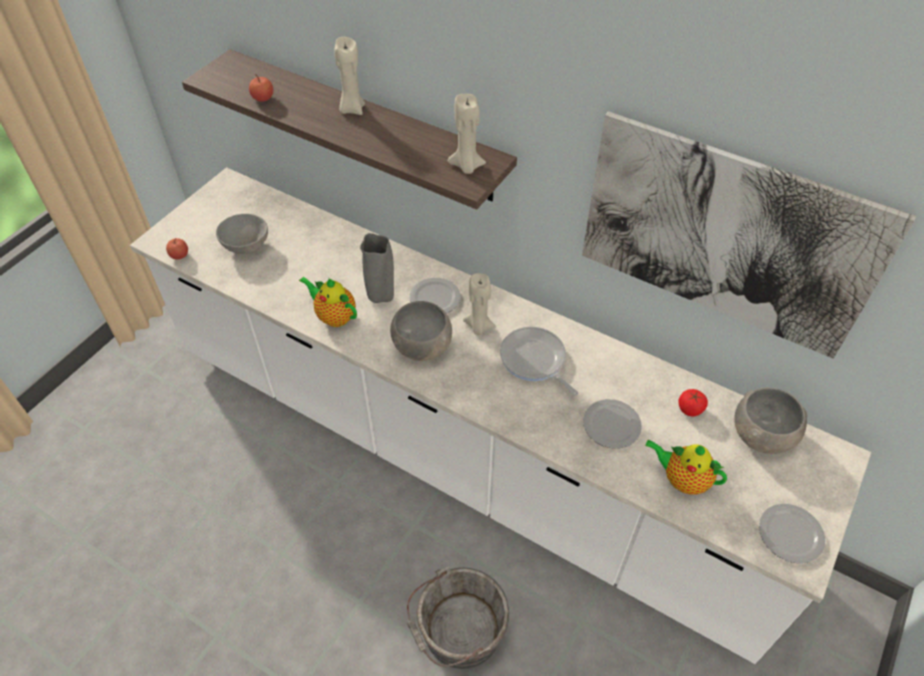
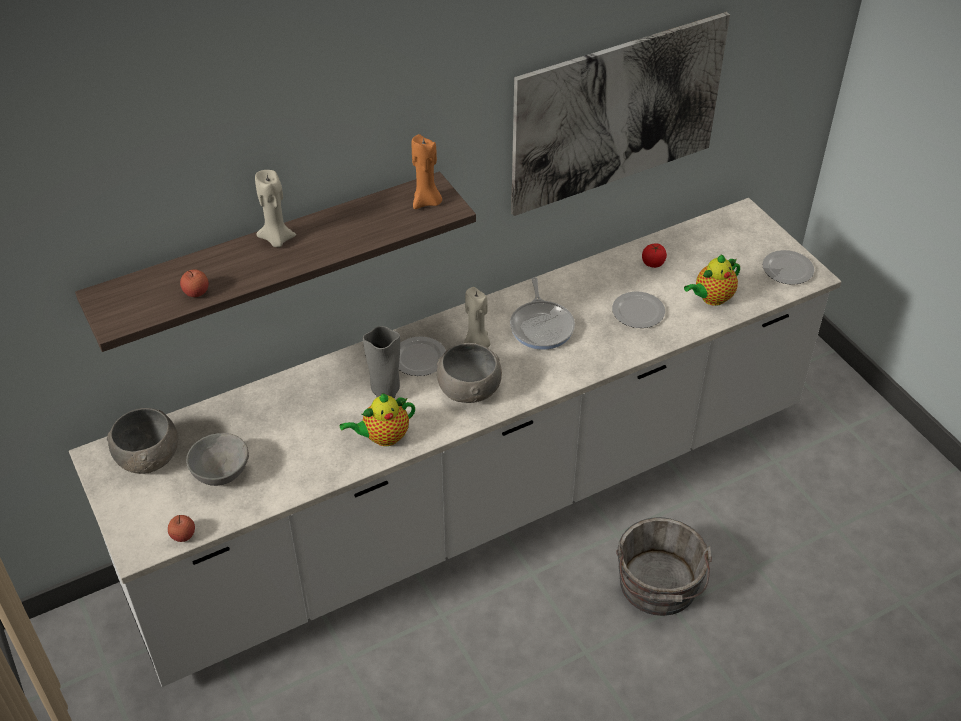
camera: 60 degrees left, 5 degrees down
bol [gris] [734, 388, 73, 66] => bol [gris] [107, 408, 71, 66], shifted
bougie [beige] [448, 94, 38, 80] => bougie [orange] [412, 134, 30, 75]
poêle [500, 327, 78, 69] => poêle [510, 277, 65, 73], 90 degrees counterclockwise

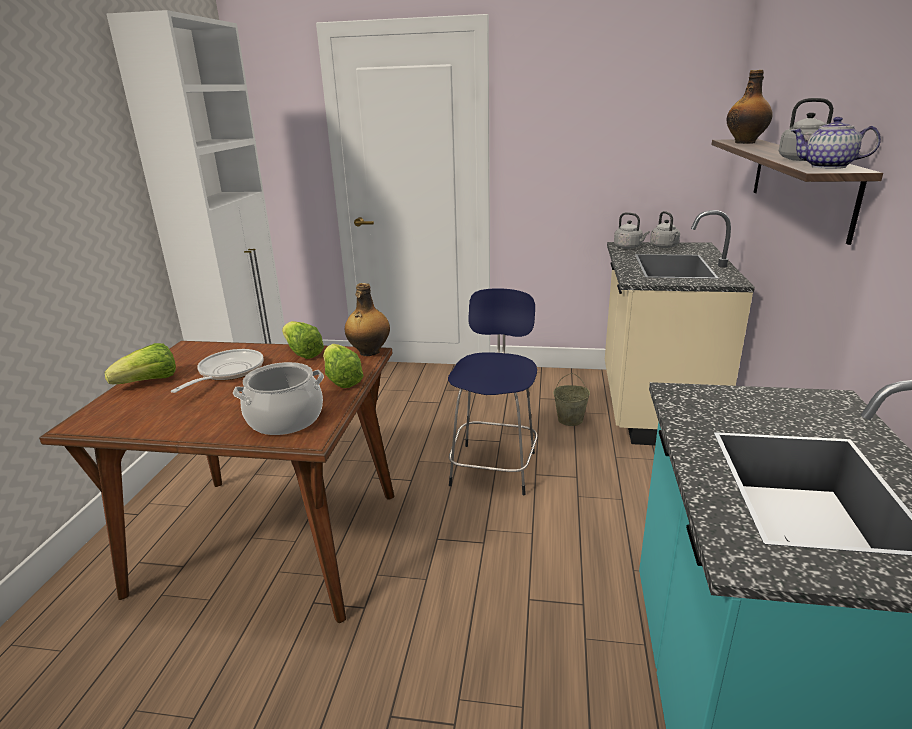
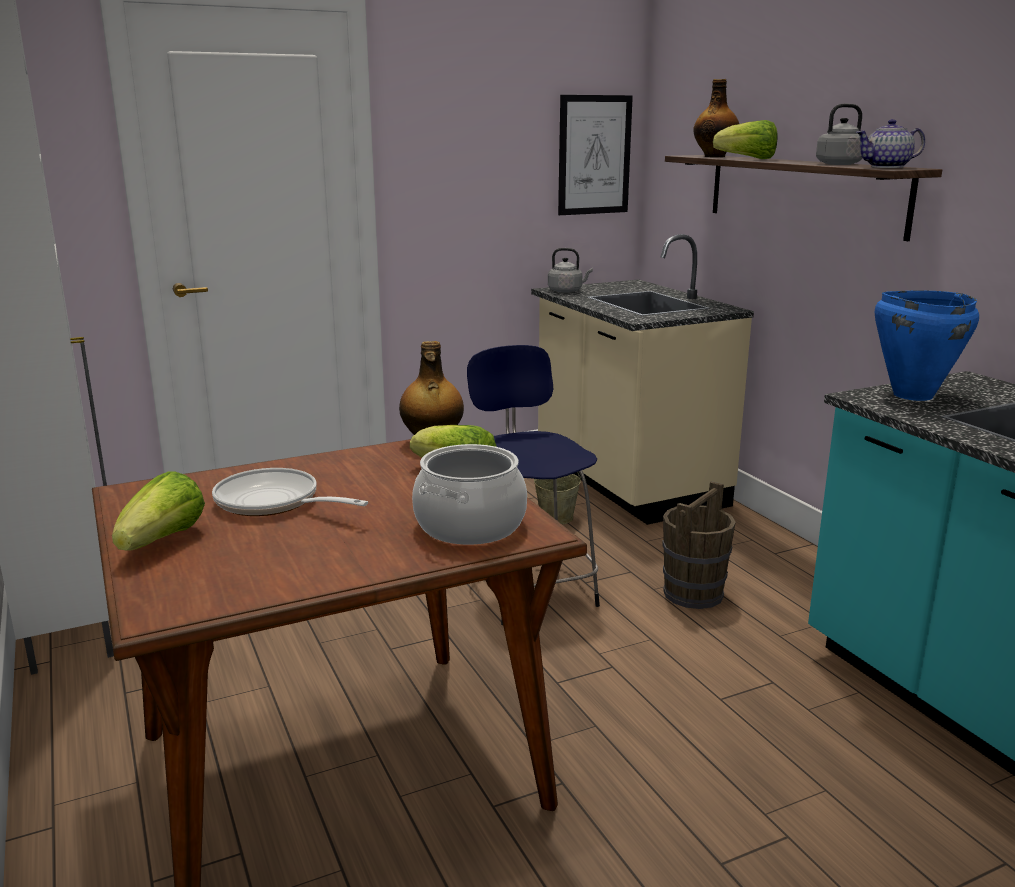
camera: 35 degrees left, 5 degrees down
bouilloire [gris] [650, 211, 30, 37] => nothing
nothing => tableau [558, 95, 75, 120]
nothing => seau [marron] [662, 481, 74, 128]
nothing => marmite [bleu] [875, 291, 104, 110]
laitue [282, 321, 42, 38] => laitue [713, 120, 65, 39], shifted
poêle [171, 349, 93, 44] => poêle [212, 468, 156, 48], 45 degrees counterclockwise

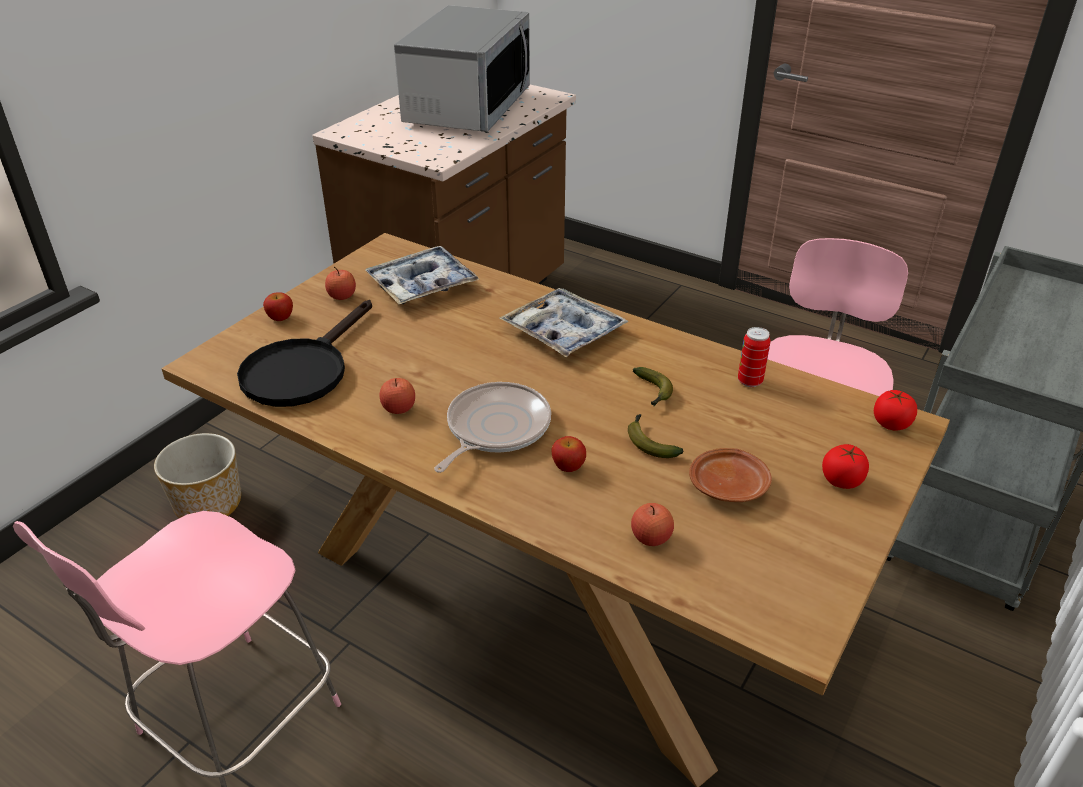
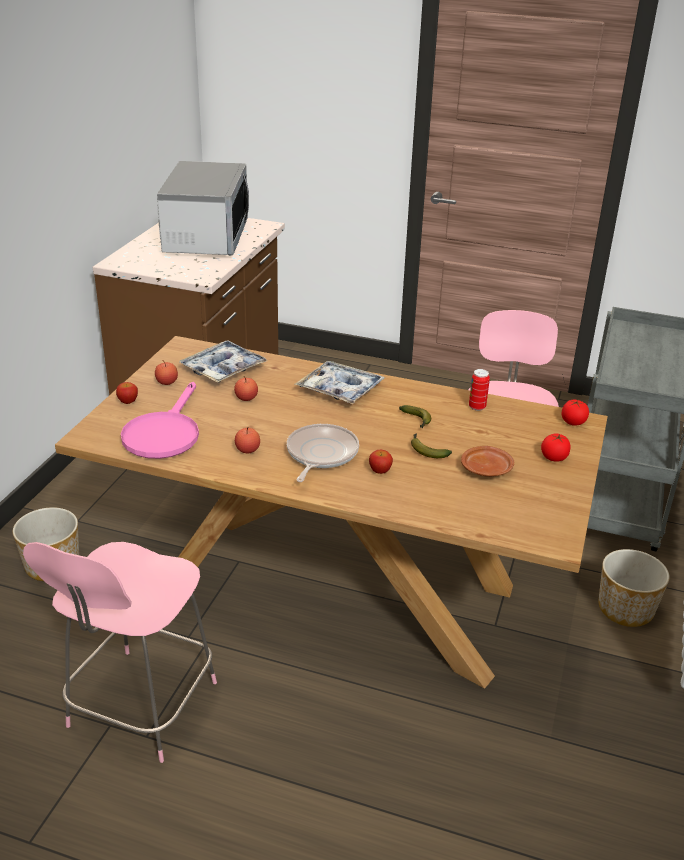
camera: 15 degrees left, 5 degrees down
nothing => cache-pot [598, 549, 72, 78]
pomme [631, 503, 43, 43] => pomme [234, 376, 24, 25], shifted
poêle [noir] [237, 300, 135, 107] => poêle [rose] [121, 382, 78, 77]

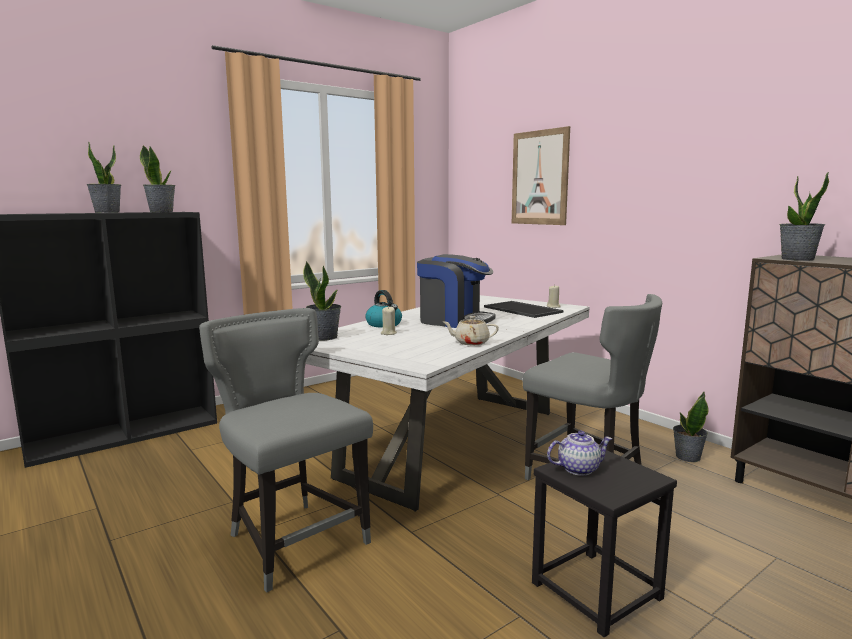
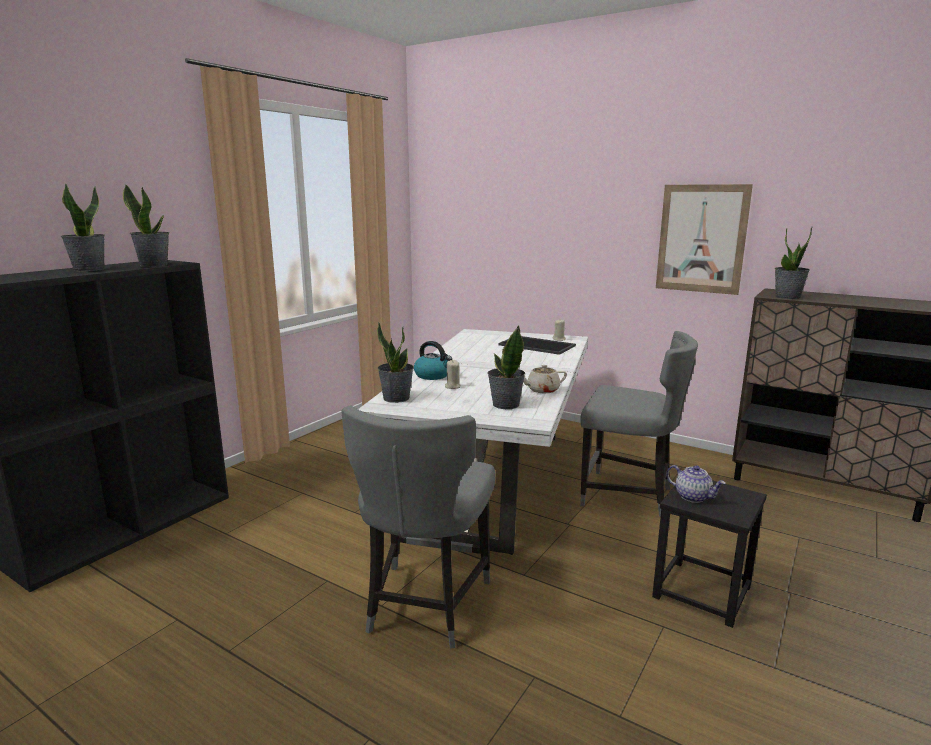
camera: 20 degrees left, 5 degrees up
machine à café [417, 254, 79, 74] => nothing
tableau [512, 126, 58, 99] => tableau [656, 184, 97, 111], shifted
plante en pot [673, 392, 35, 70] => plante en pot [487, 325, 38, 84], shifted
chaise [gris] [199, 308, 174, 285] => chaise [gris] [341, 406, 154, 242], 105 degrees counterclockwise
théière [547, 431, 65, 45] => théière [666, 465, 60, 38], 75 degrees clockwise

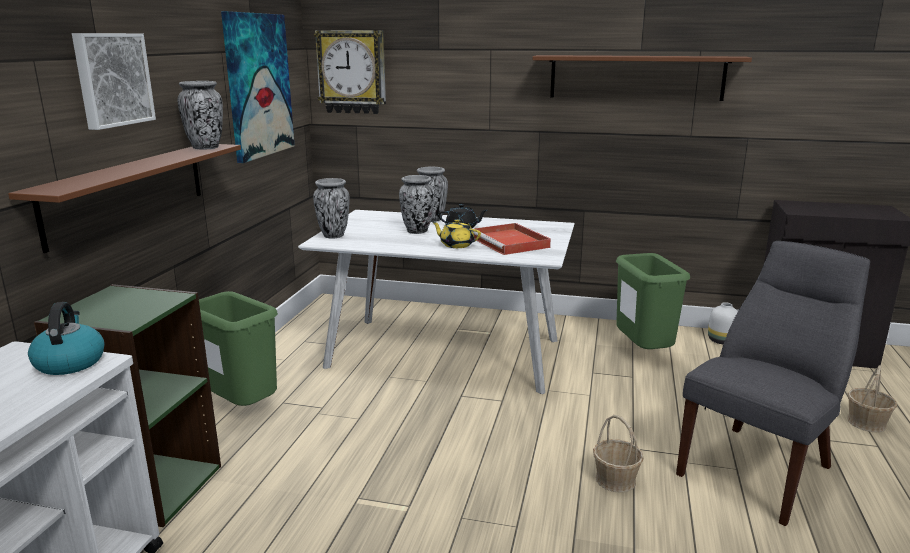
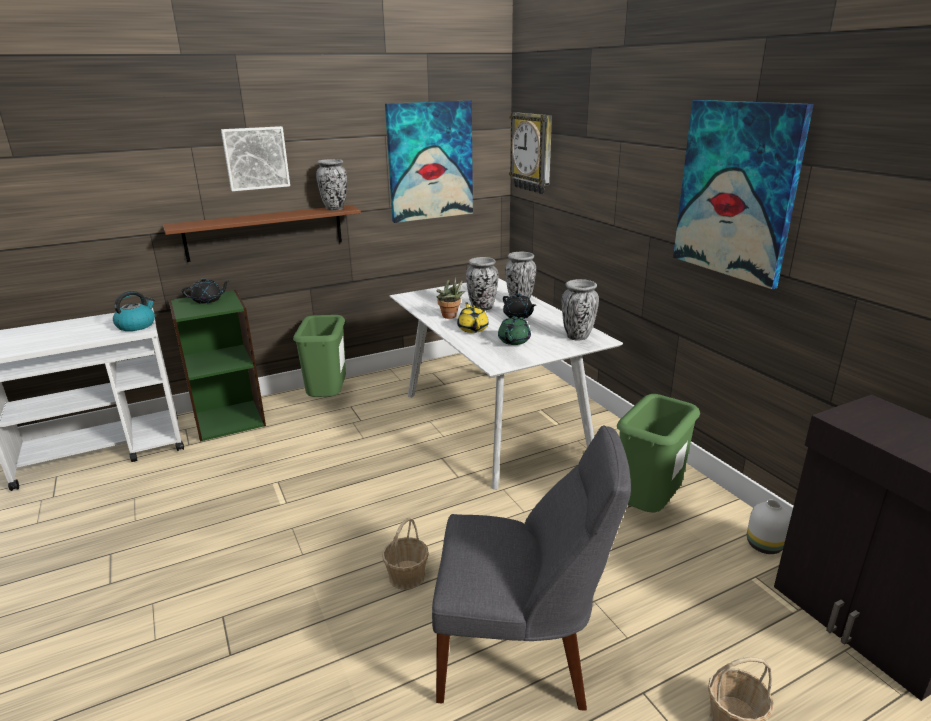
camera: 50 degrees right, 5 degrees up
nothing => théière [noir] [182, 278, 48, 26]
nothing => plante en pot [436, 277, 29, 42]
vase [313, 178, 37, 61] => vase [562, 279, 37, 62], shifted
plateau [rouge] [473, 223, 78, 32] => théière [vert] [498, 316, 33, 29]
étagère [marron] [533, 55, 219, 46] => tableau [673, 100, 141, 189]

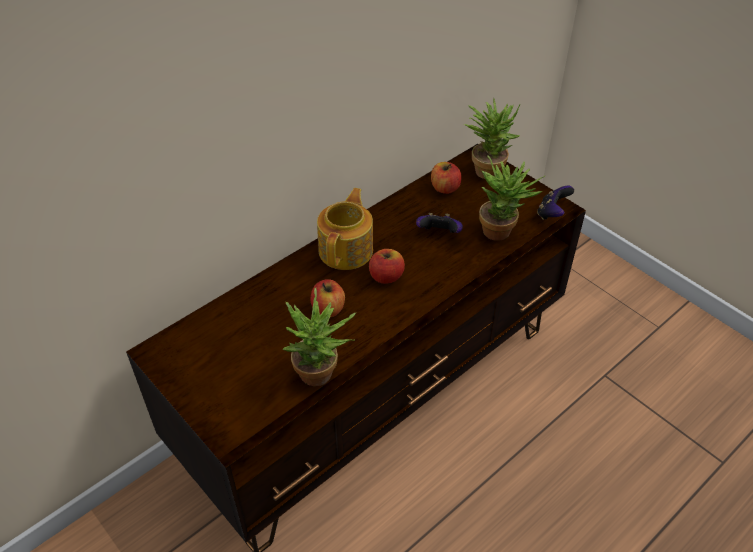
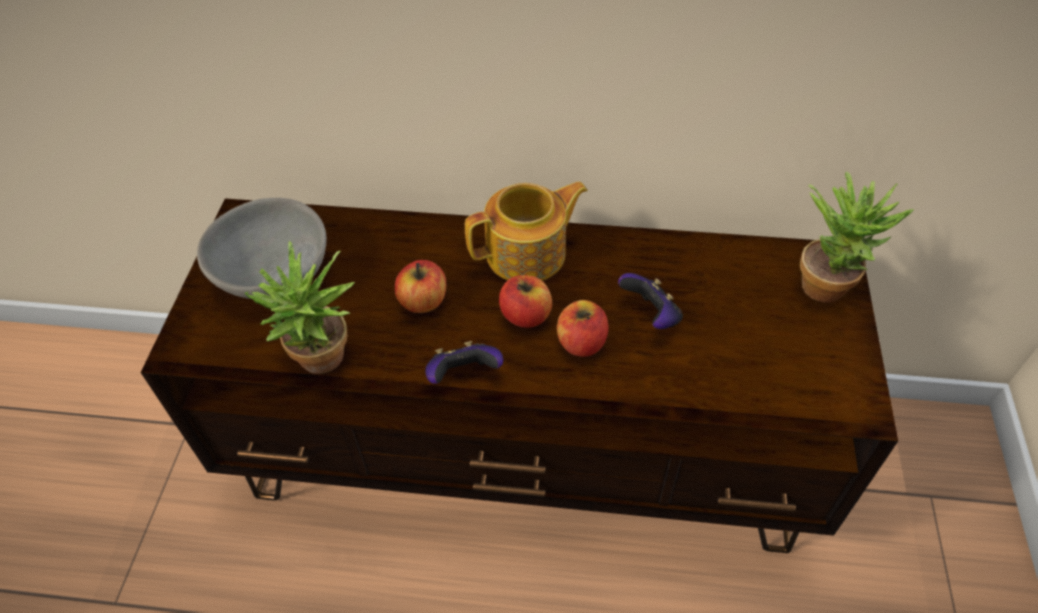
camera: 50 degrees right, 5 degrees up
plante en pot [479, 155, 66, 86] => nothing
nothing => bol [gris] [197, 198, 130, 101]
pomme [431, 162, 31, 32] => pomme [557, 300, 52, 57], shifted
manette [537, 186, 37, 34] => manette [425, 341, 78, 43], shifted

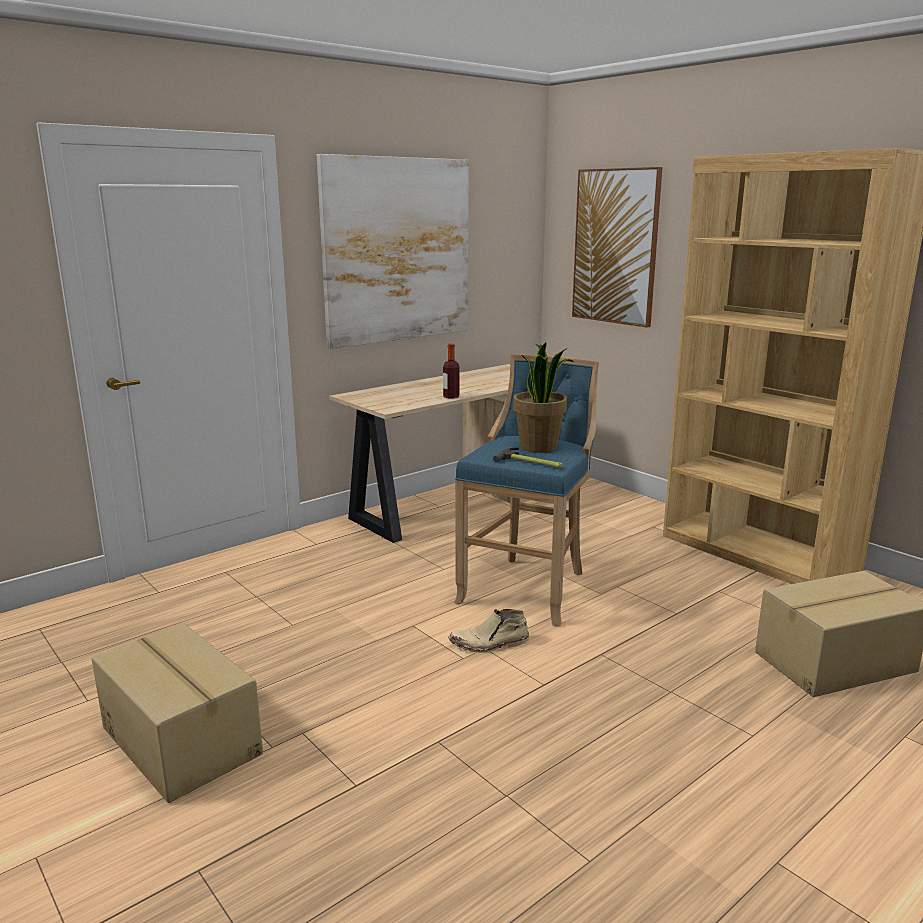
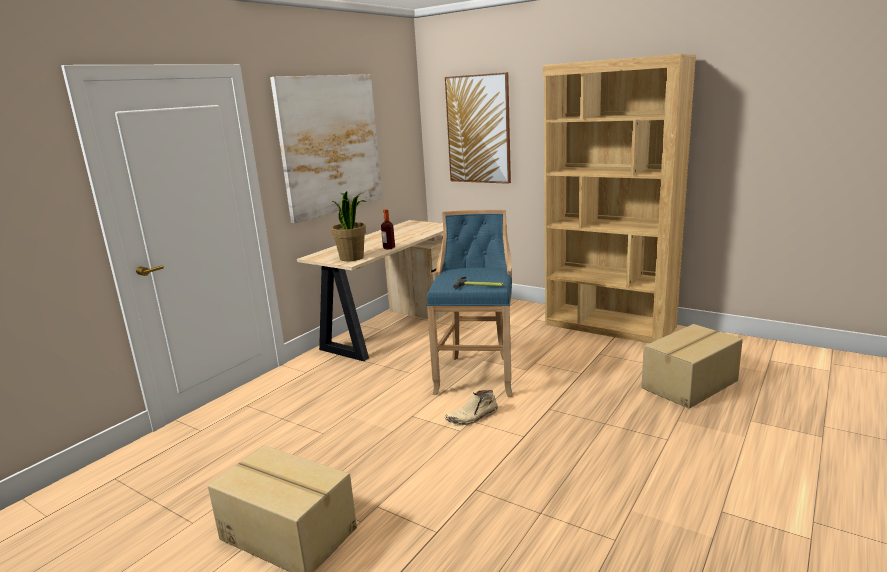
camera: 15 degrees left, 0 degrees up
plante en pot [513, 342, 61, 111] => plante en pot [331, 191, 35, 70], shifted

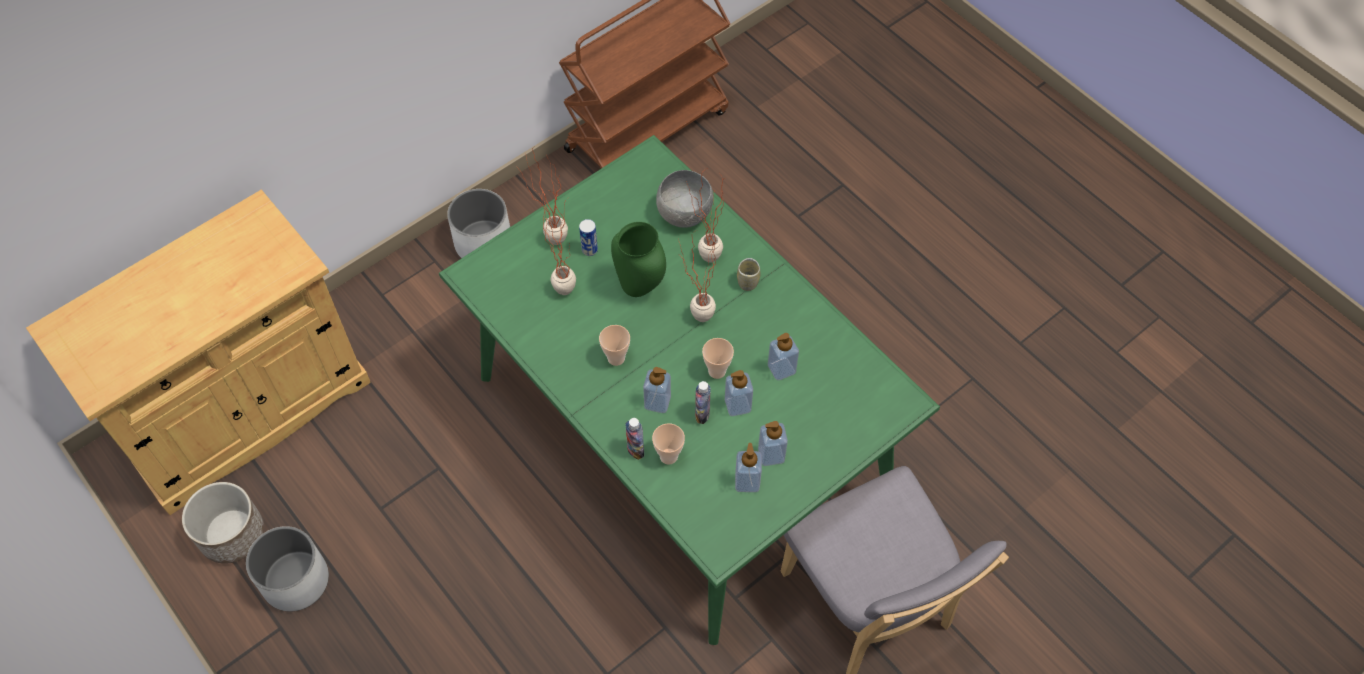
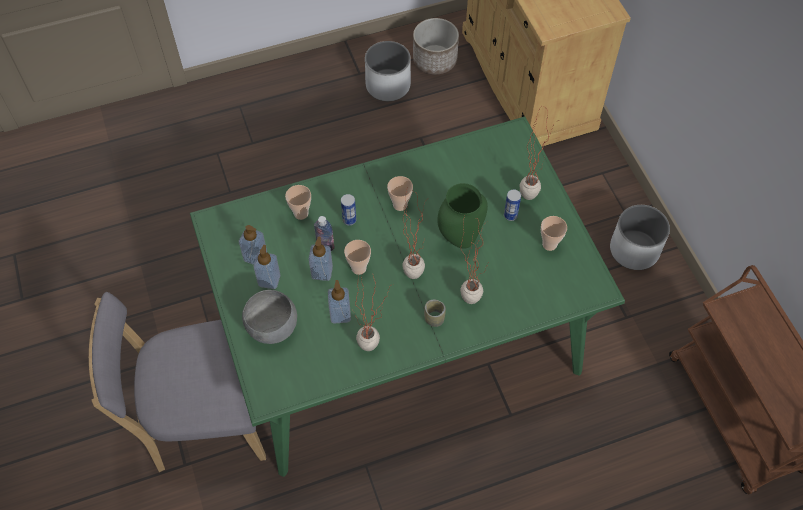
camera: 110 degrees right, 0 degrees up
bouteille [625, 418, 19, 42] => nothing
nothing => tasse [541, 216, 26, 35]
plante en pot [542, 190, 34, 105] => plante en pot [352, 275, 39, 76], shifted
bol [gris] [656, 170, 57, 58] => bol [gris] [242, 290, 55, 54], shifted
distributeur de savon [643, 367, 28, 46] => boîte métallique [341, 194, 15, 32]

